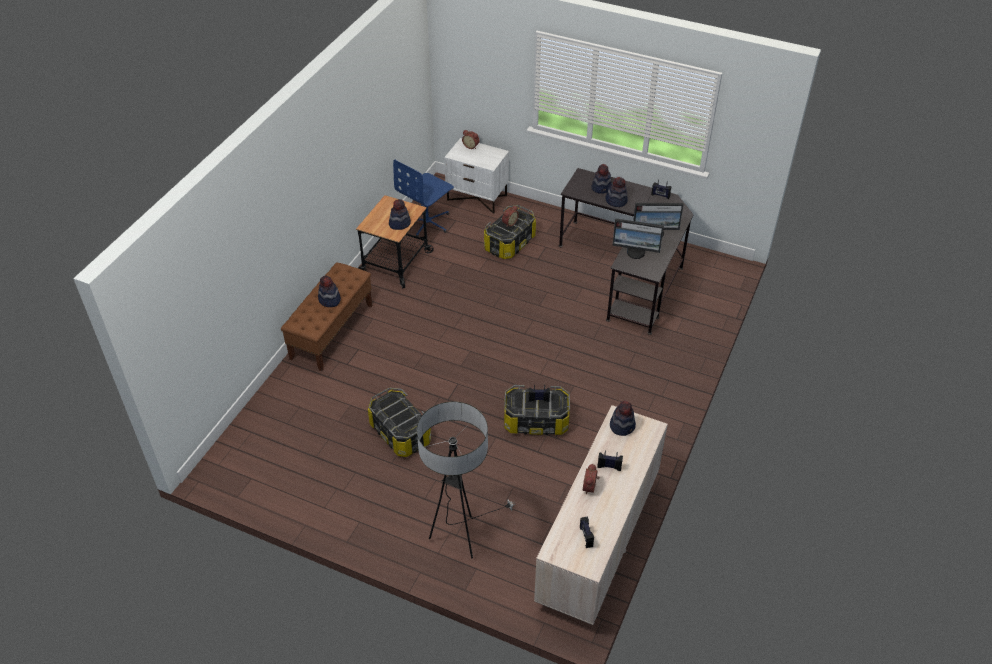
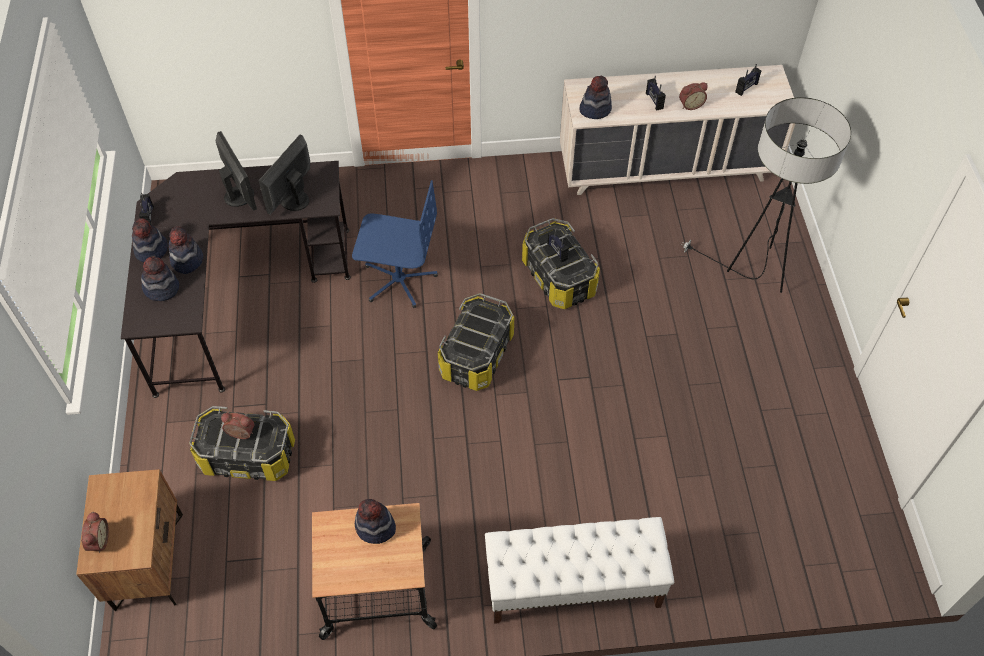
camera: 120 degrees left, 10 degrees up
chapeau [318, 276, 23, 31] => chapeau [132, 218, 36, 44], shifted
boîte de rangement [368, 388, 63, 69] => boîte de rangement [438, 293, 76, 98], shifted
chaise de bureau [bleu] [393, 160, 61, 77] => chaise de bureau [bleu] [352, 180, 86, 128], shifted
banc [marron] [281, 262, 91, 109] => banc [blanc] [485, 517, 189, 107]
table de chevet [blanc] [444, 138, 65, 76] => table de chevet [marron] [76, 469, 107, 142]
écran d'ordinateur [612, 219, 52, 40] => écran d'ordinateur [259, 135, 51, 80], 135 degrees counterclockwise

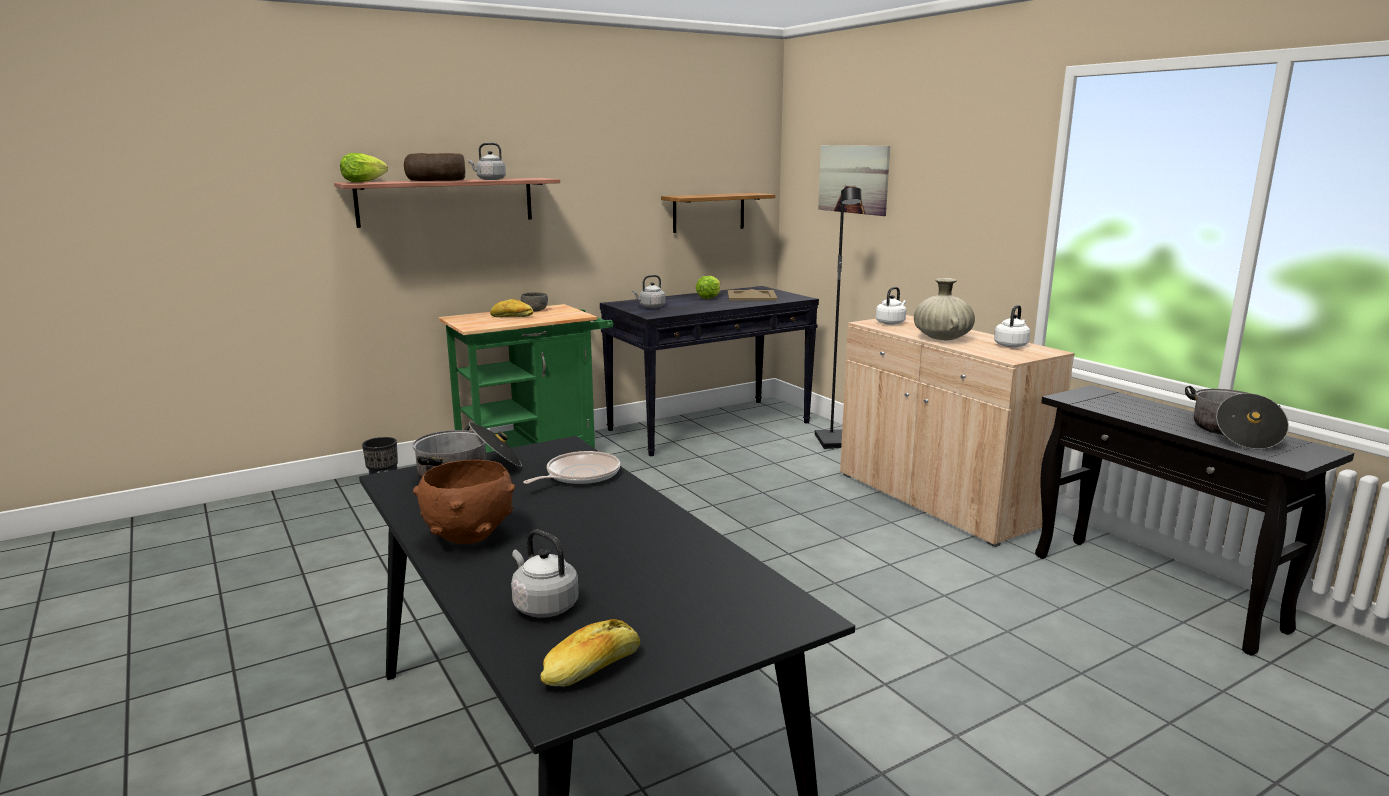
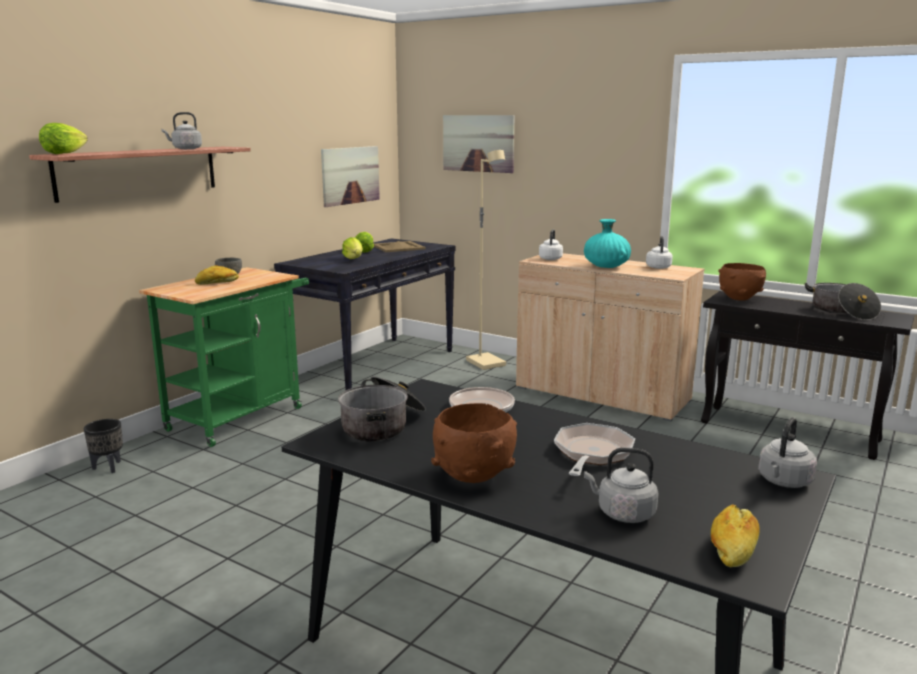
camera: 25 degrees left, 0 degrees up
pain [404, 153, 61, 28] => nothing
nothing => laitue [342, 237, 21, 22]
nothing => poêle [554, 423, 81, 53]
nothing => bol [marron] [718, 263, 48, 38]
bouilloire [gris] [633, 275, 32, 33] => bouilloire [gris] [758, 417, 59, 71], shifted
étagère [661, 193, 114, 40] => tableau [321, 146, 59, 61]
lampadaire [noir] [815, 187, 47, 262] => lampadaire [beige] [466, 150, 40, 220]
vase [beige] [914, 278, 61, 62] => vase [turquoise] [584, 219, 47, 49]

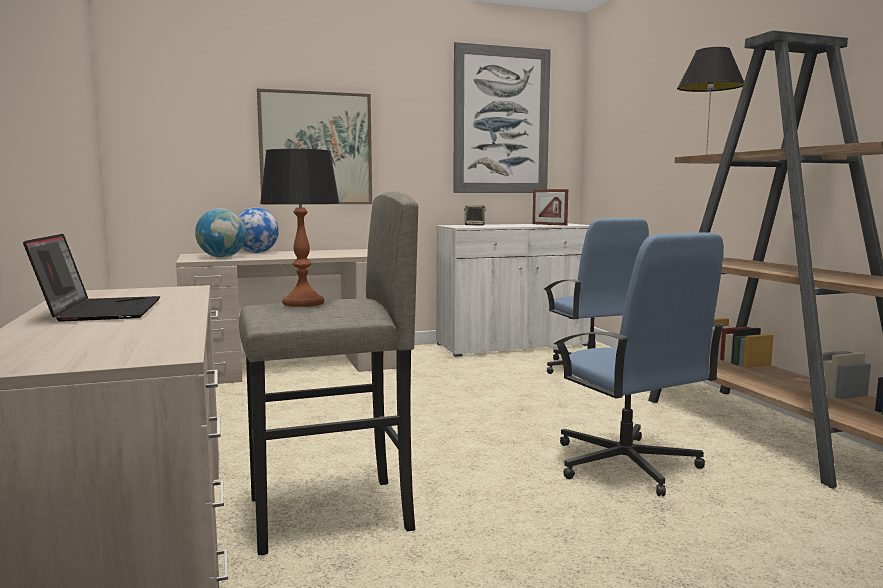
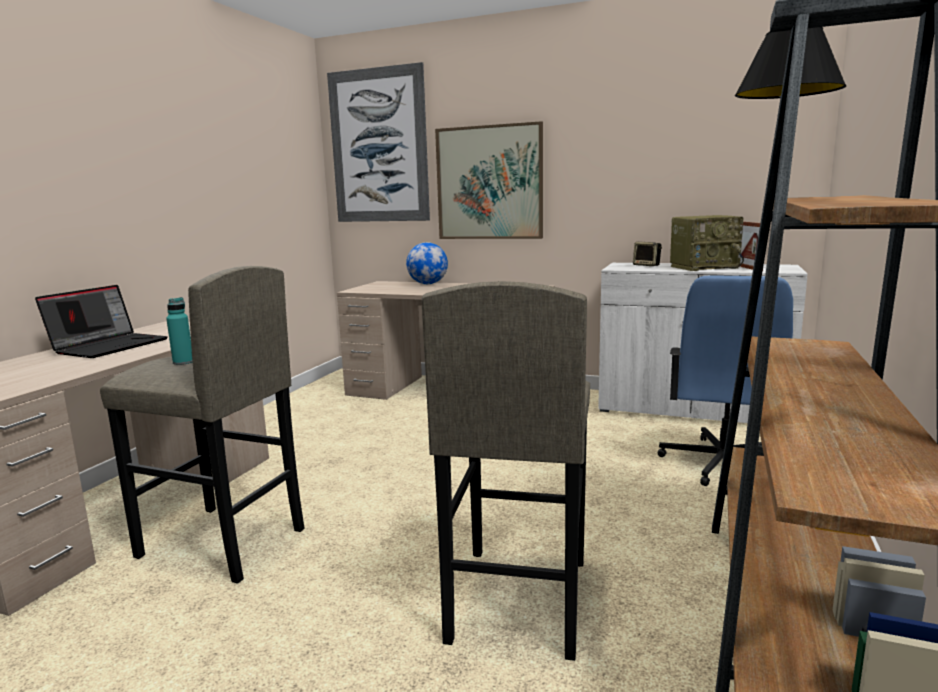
camera: 40 degrees right, 5 degrees up
globe [195, 208, 51, 50] => nothing
nothing => radio [670, 215, 74, 56]
tableau [454, 42, 97, 151] => tableau [327, 62, 103, 160], shifted
lampe de table [260, 149, 80, 158] => bouteille [turquoise] [166, 297, 26, 68]
chaise de bureau [bleu] [554, 232, 171, 264] => tabouret [gris] [421, 281, 169, 380]

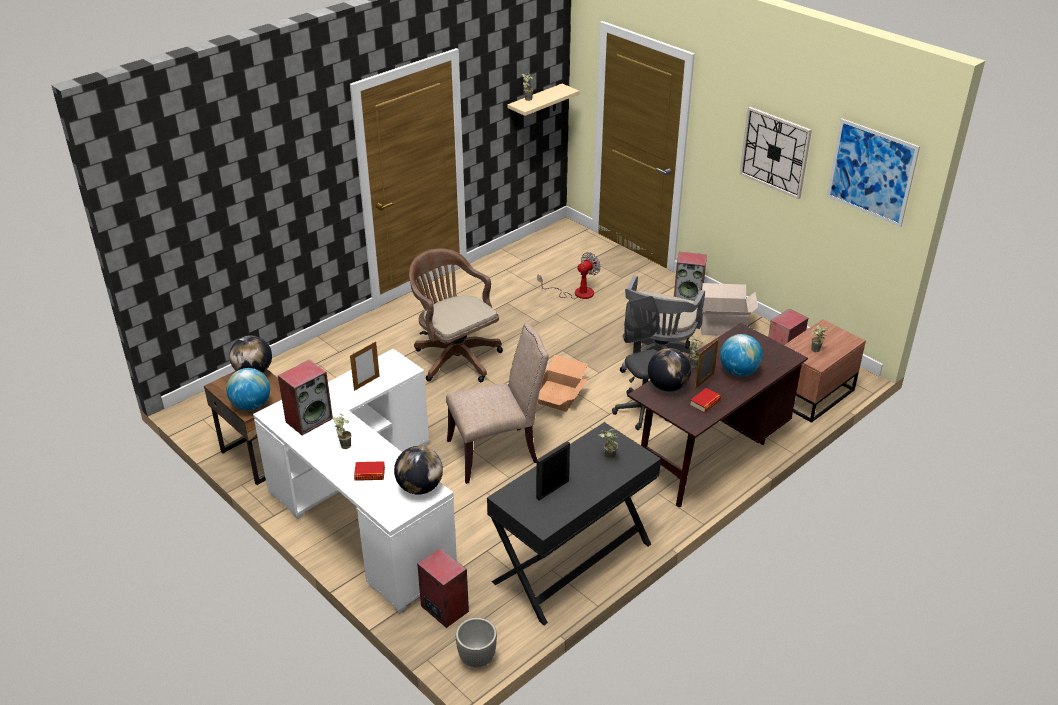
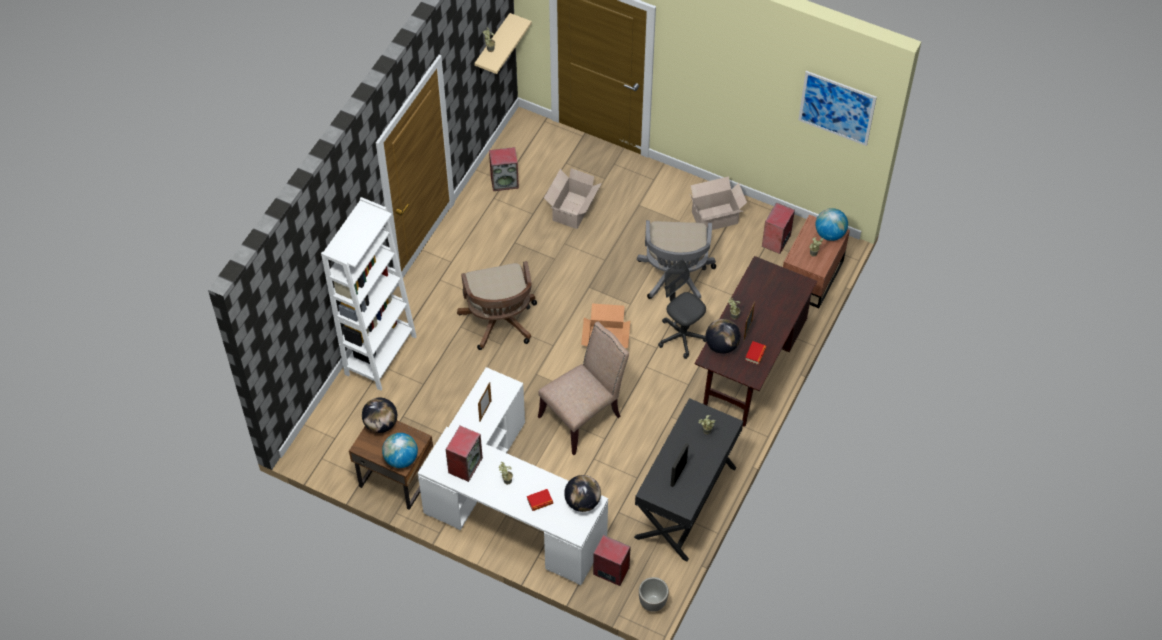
camera: 20 degrees left, 20 degrees up
horloge murale [739, 107, 73, 92] => nothing
nothing => bibliothèque [blanc] [321, 197, 96, 194]
enceinte [674, 252, 33, 49] => enceinte [489, 147, 30, 44], shifted
globe [720, 334, 43, 42] => globe [815, 208, 33, 33], shifted
ventilateur [537, 252, 64, 47] => carton [544, 168, 57, 61]
chaise de bureau [marron] [409, 248, 94, 134] => chaise de bureau [marron] [457, 261, 80, 89], 135 degrees counterclockwise

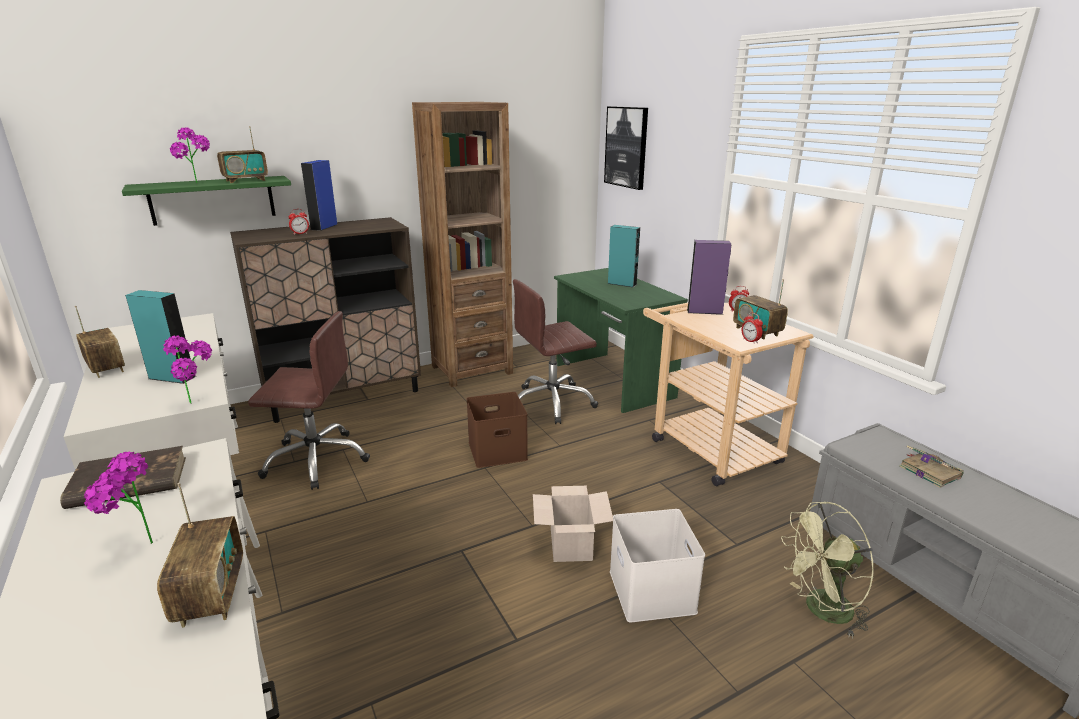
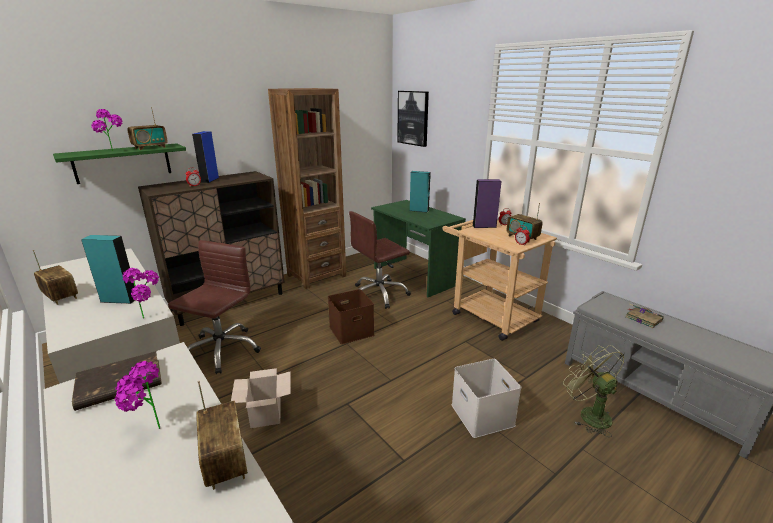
camera: 10 degrees left, 0 degrees up
carton [533, 486, 80, 76] => carton [231, 368, 60, 60], shifted
chaise de bureau [marron] [248, 311, 122, 179] => chaise de bureau [marron] [168, 240, 93, 134], 60 degrees counterclockwise
ventilateur [vert] [781, 502, 92, 137] => ventilateur [vert] [563, 345, 61, 92], 90 degrees clockwise

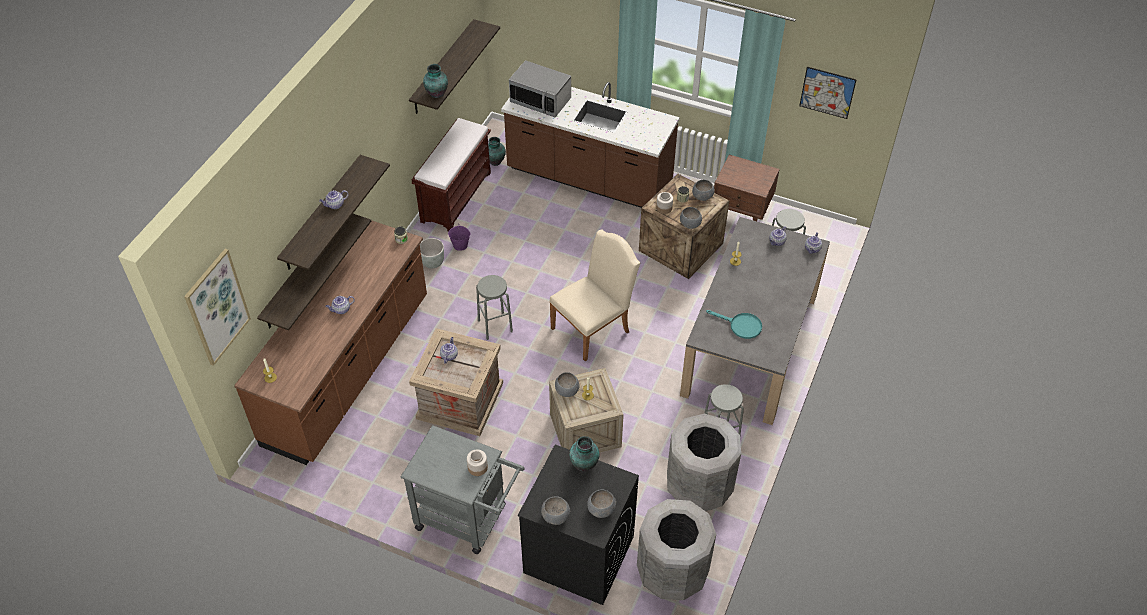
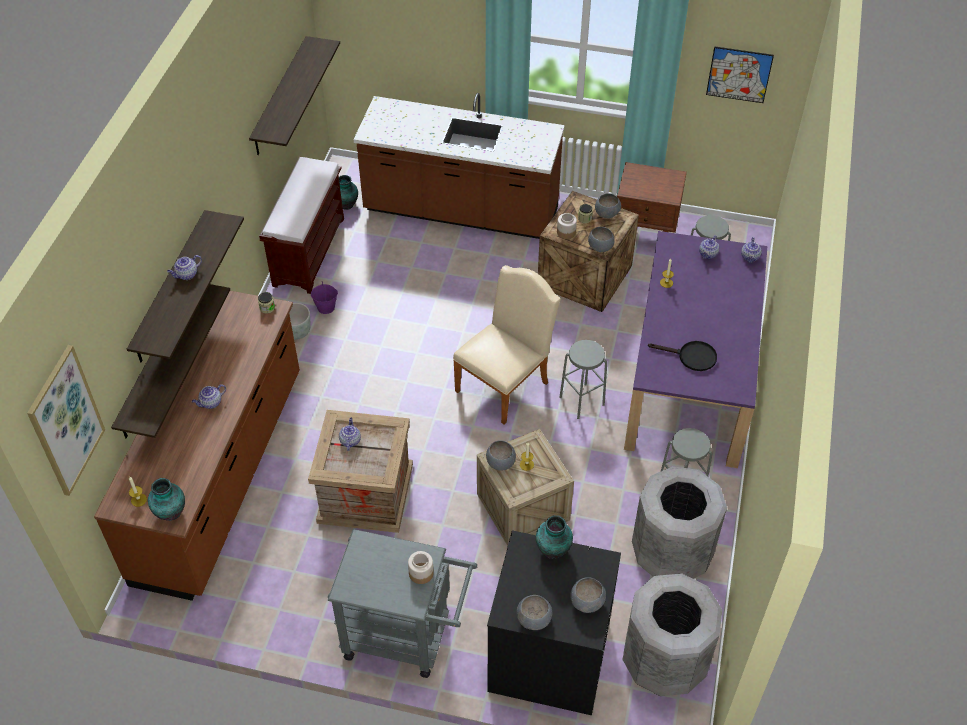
camera: 10 degrees left, 0 degrees up
micro-ondes [509, 60, 62, 57] => nothing
vase [423, 64, 25, 34] => vase [148, 478, 37, 43], shifted
tabouret [gris] [476, 275, 37, 65] => tabouret [gris] [559, 340, 48, 79], shifted
table à manger [gris] [680, 217, 150, 208] => table à manger [violet] [624, 231, 143, 237]
poêle [turquoise] [706, 310, 56, 29] => poêle [noir] [648, 341, 69, 30]

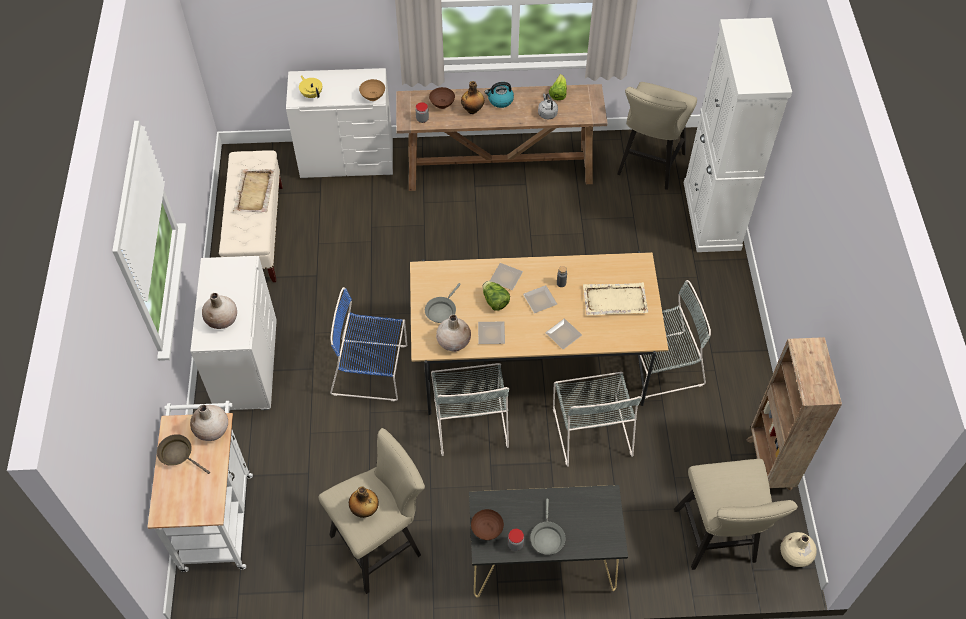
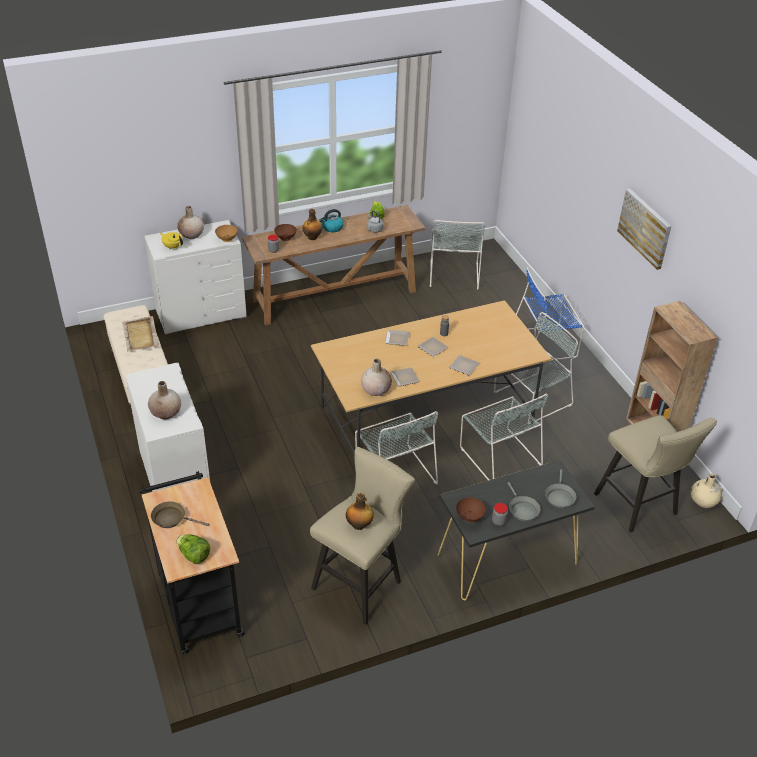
camera: 20 degrees left, 15 degrees down
plateau [beige] [583, 282, 65, 33] => nothing
meuble de rangement [blanc] [684, 18, 108, 234] => nothing
nothing => tableau [617, 189, 55, 81]
vase [beige] [190, 404, 38, 37] => vase [beige] [177, 206, 27, 33], shifted
chaise [bleu] [330, 287, 77, 114] => chaise [bleu] [516, 267, 68, 94], shifted
poêle [gris] [425, 283, 36, 40] => poêle [gris] [545, 469, 31, 39], shifted
laitue [482, 281, 28, 30] => laitue [177, 534, 33, 30], shifted
tabouret [beige] [617, 82, 80, 108] => chaise [gris] [430, 220, 55, 70]
chariot [blanc] [147, 401, 106, 171] => chariot [noir] [139, 471, 106, 184]

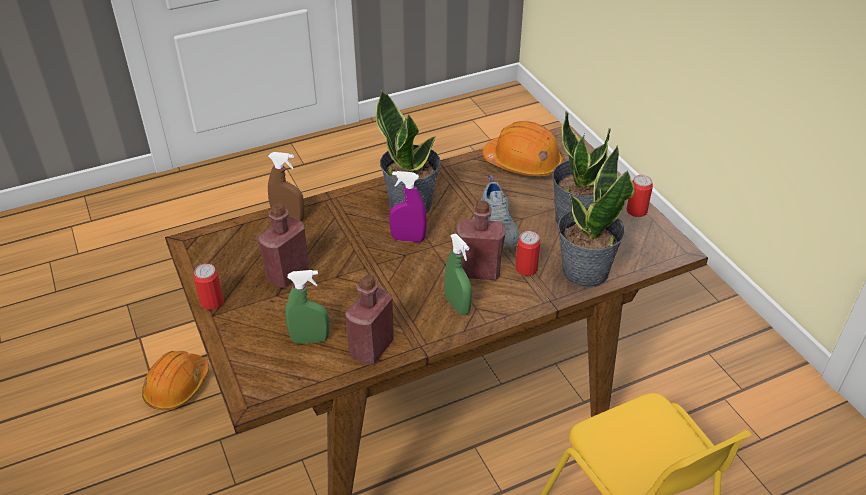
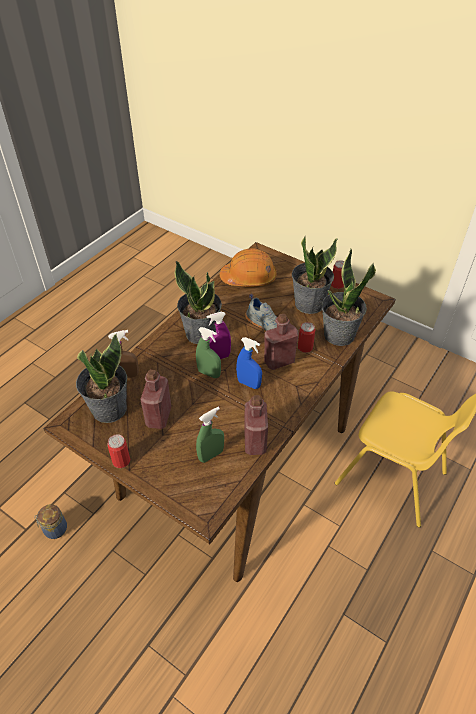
camera: 30 degrees left, 5 degrees up
nothing => plante en pot [76, 333, 51, 90]
nothing => vaporisateur [bleu] [236, 337, 26, 52]
vaporisateur [vert] [444, 234, 28, 81] => vaporisateur [vert] [196, 327, 25, 51], shifted
casque de chantier [orange] [142, 351, 67, 59] => bocal [34, 504, 33, 35]

